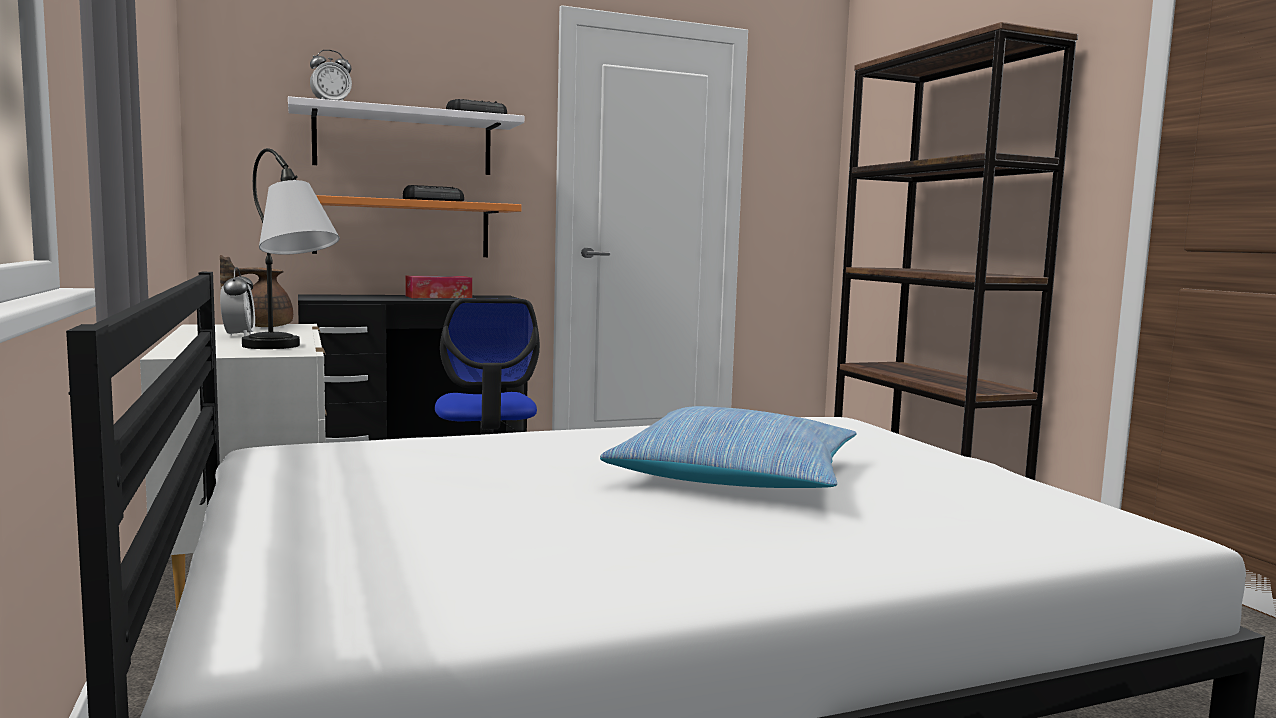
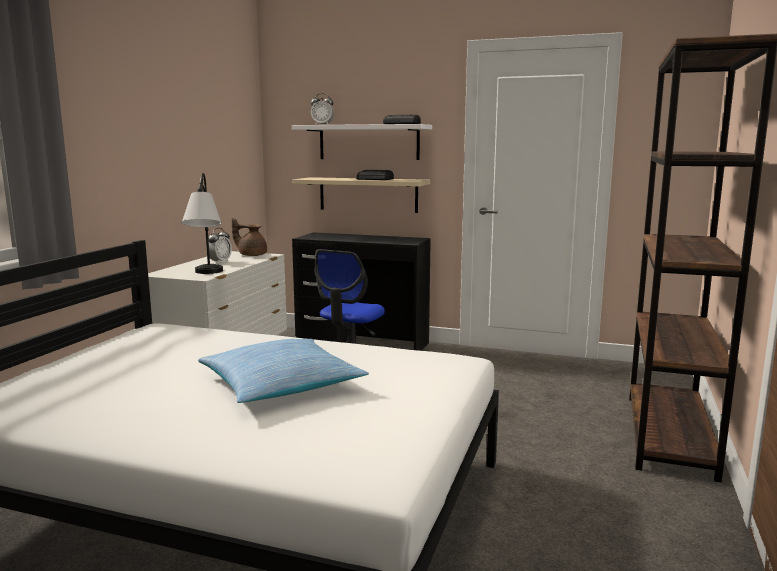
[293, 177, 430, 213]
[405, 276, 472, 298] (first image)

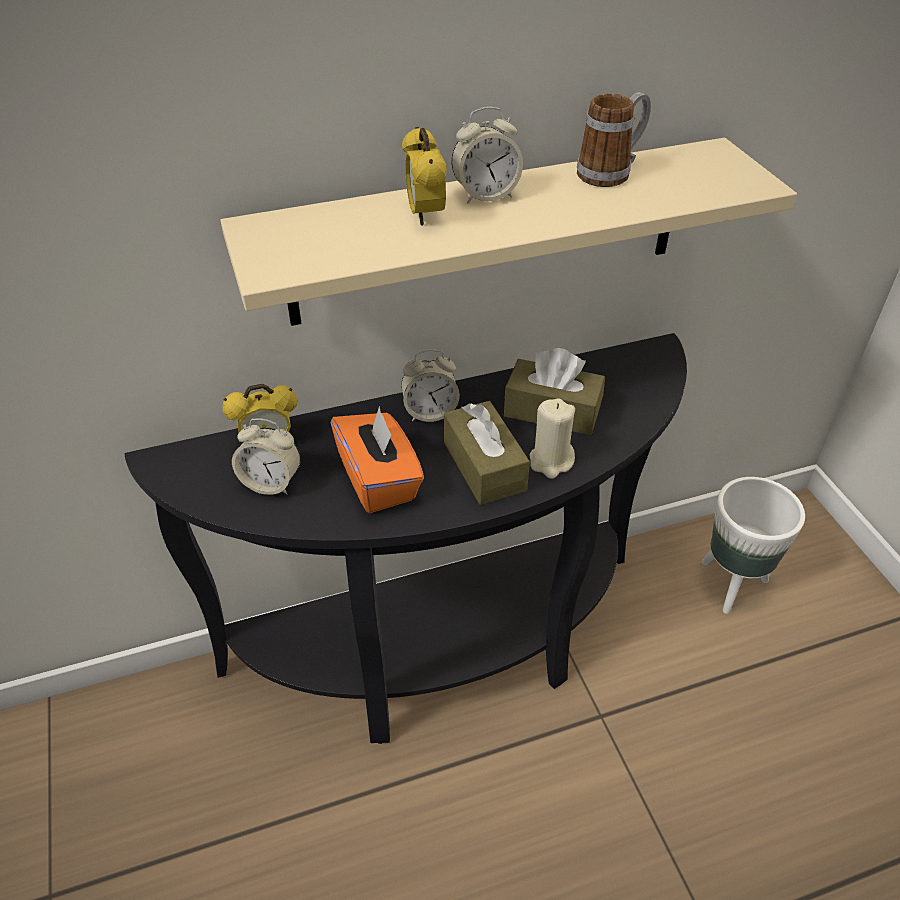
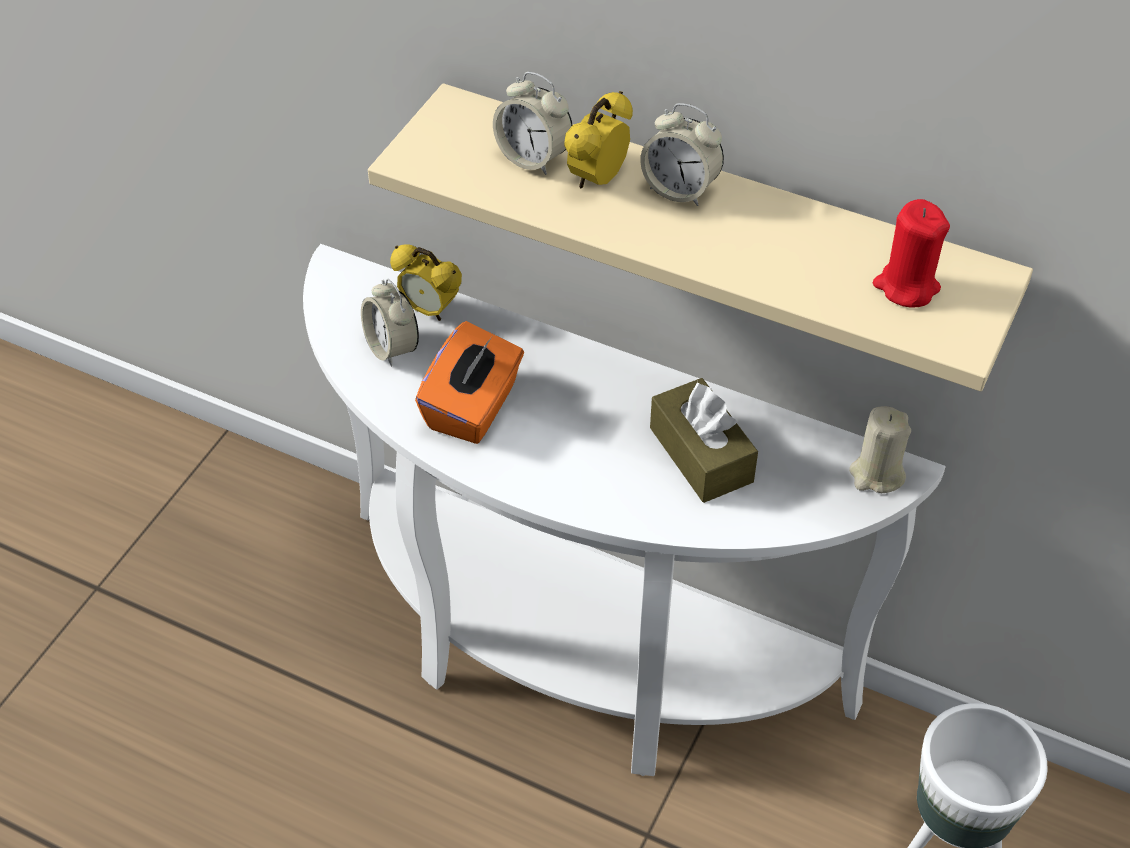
[303, 244, 946, 776]
[493, 72, 573, 175]
[444, 401, 530, 505] (first image)
[849, 406, 911, 493]
[577, 92, 651, 187] (first image)
[873, 199, 950, 308]

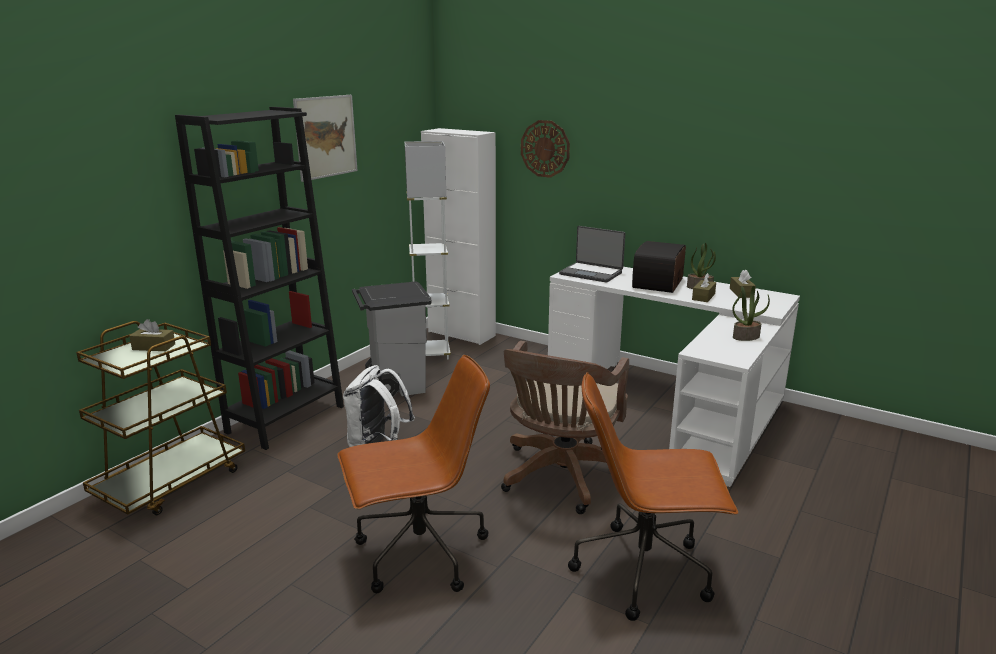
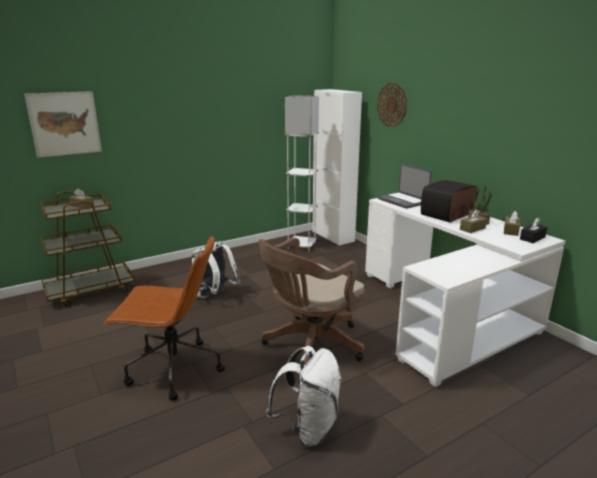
[175, 107, 344, 450] (first image)
[24, 91, 102, 158]
[352, 281, 431, 397] (first image)
[266, 346, 341, 447]
[732, 286, 770, 341] (first image)
[520, 218, 547, 243]

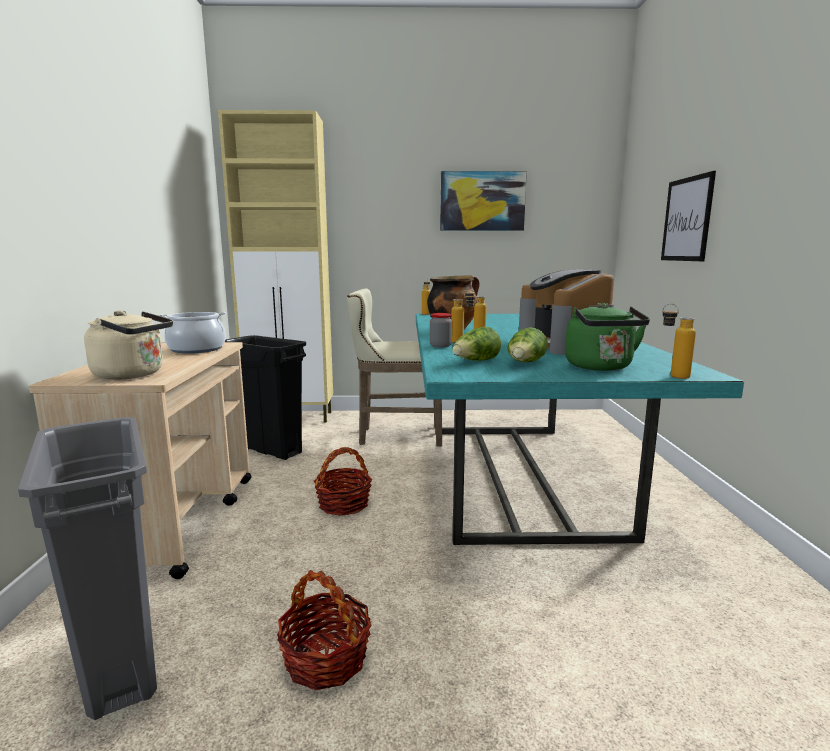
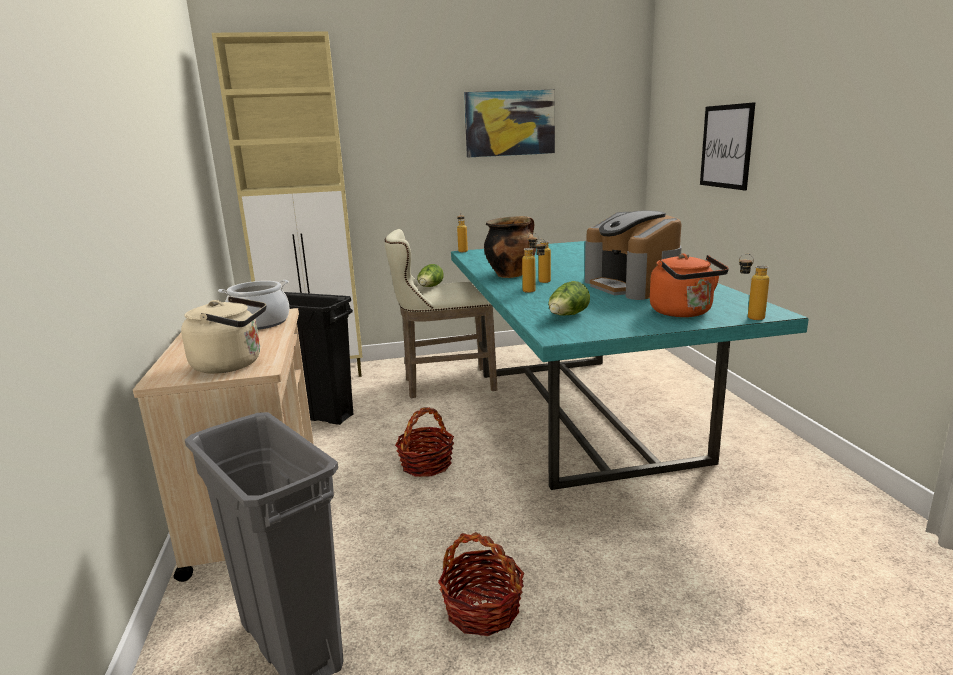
[430, 313, 452, 348] (first image)
[417, 264, 444, 287]
[650, 253, 729, 317]

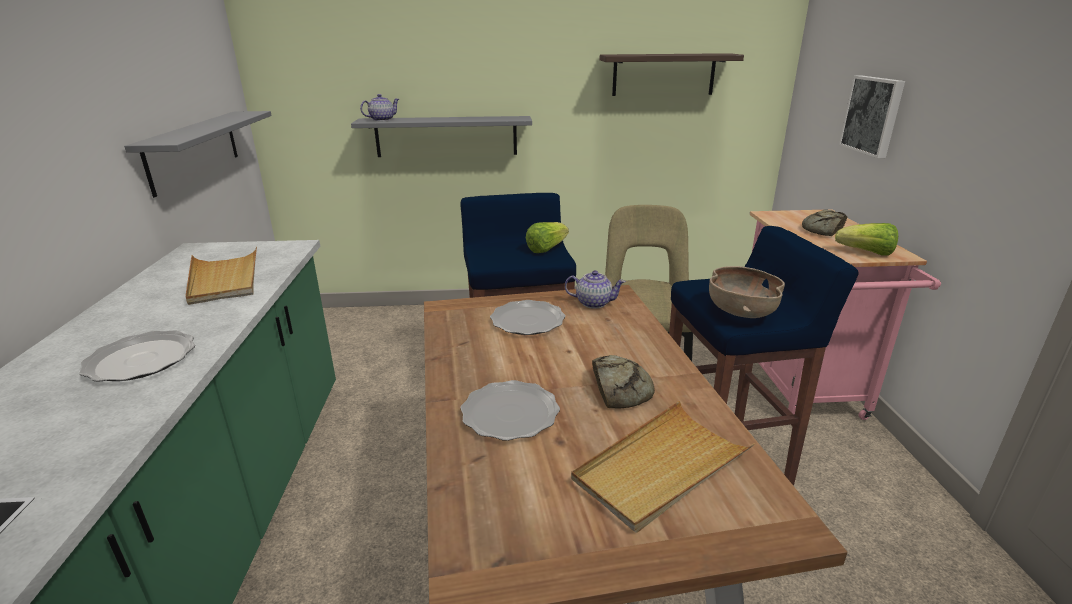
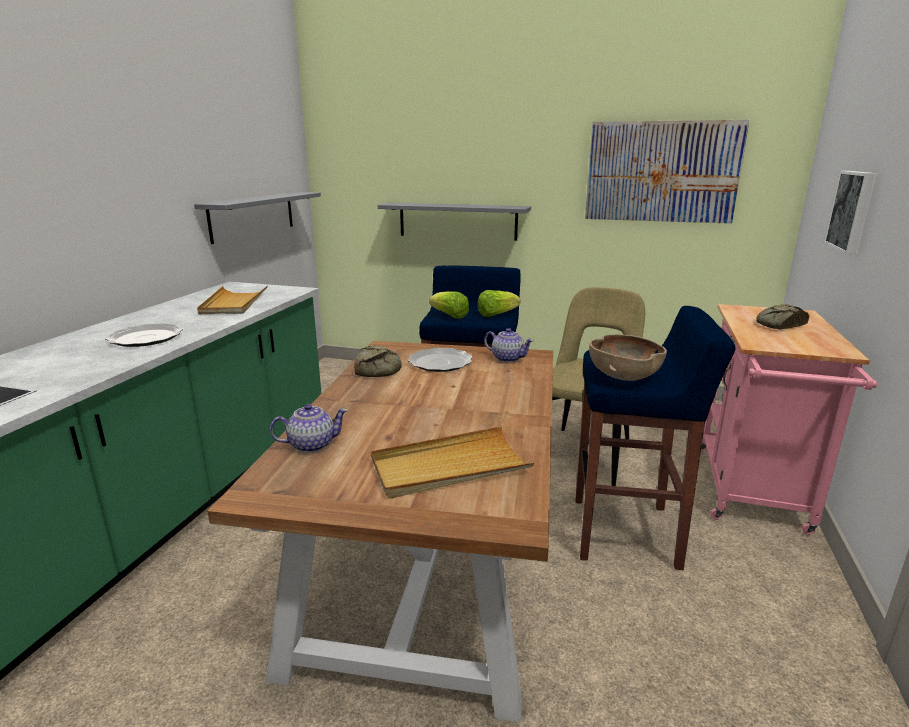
[270, 404, 348, 453]
[460, 380, 560, 441] (first image)
[354, 346, 402, 377]
[585, 120, 749, 224]
[429, 291, 469, 319]

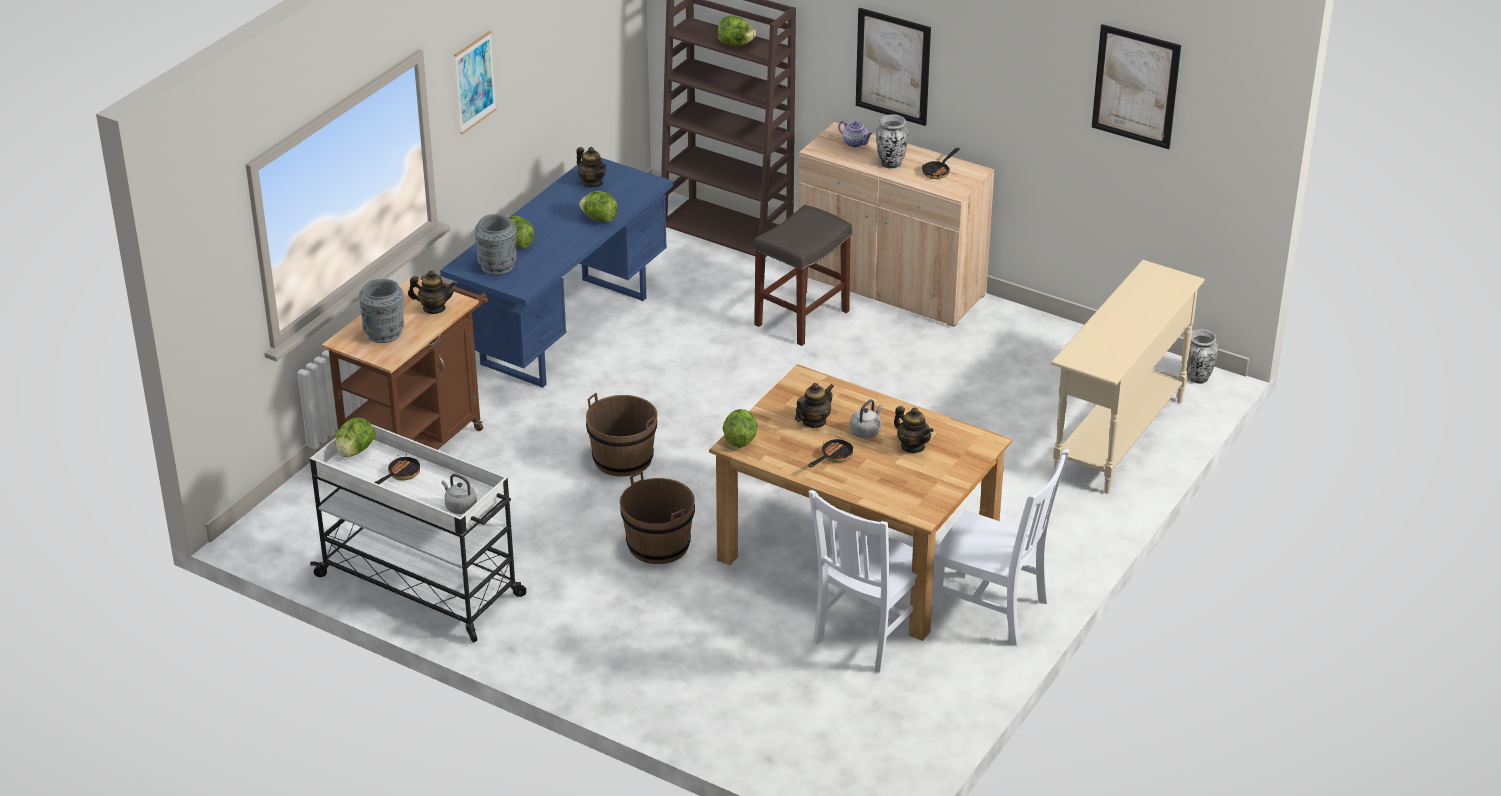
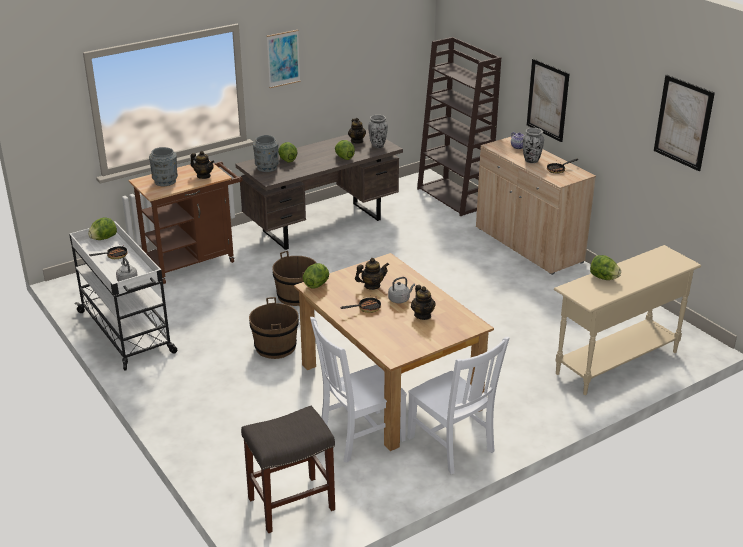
[235, 129, 403, 250]
[590, 255, 621, 280]
[241, 406, 335, 533]
[368, 115, 388, 148]

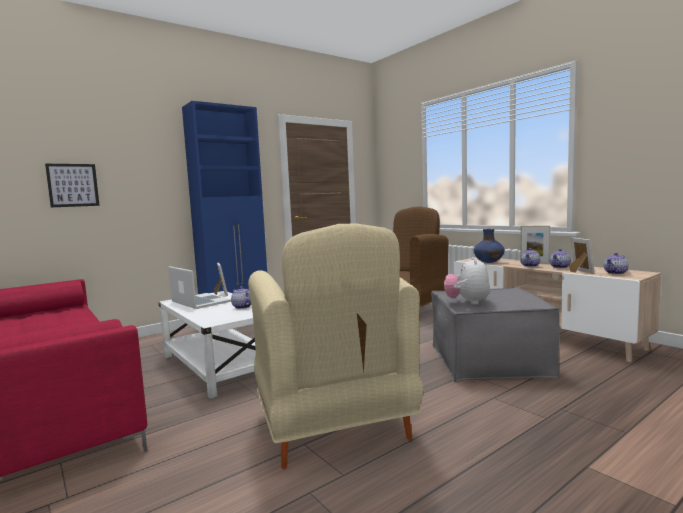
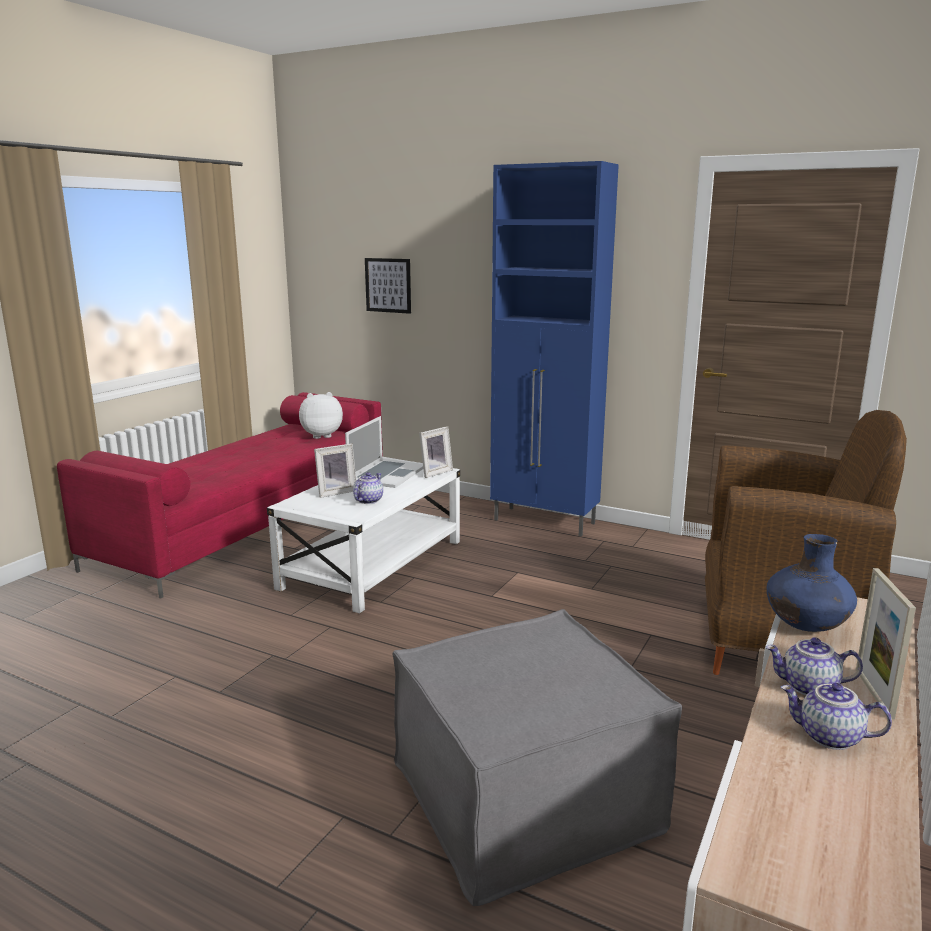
[248, 224, 423, 469] (first image)
[299, 392, 343, 439]
[314, 443, 356, 498]
[604, 253, 629, 275] (first image)

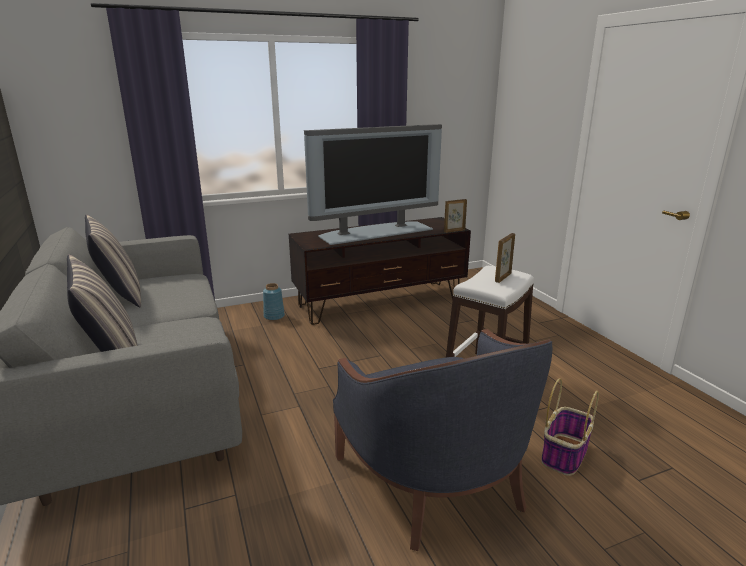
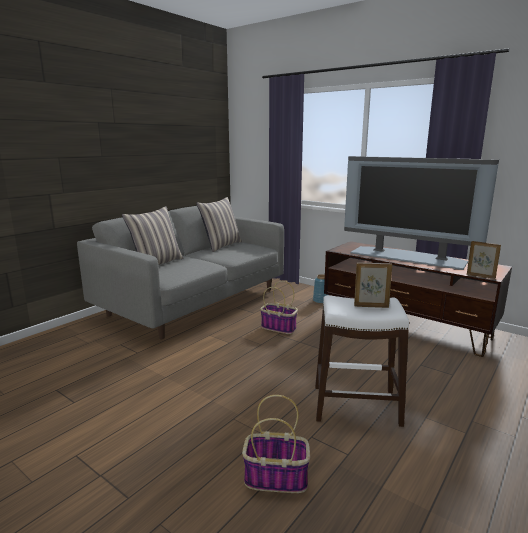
[333, 329, 552, 551] (first image)
[260, 281, 298, 334]

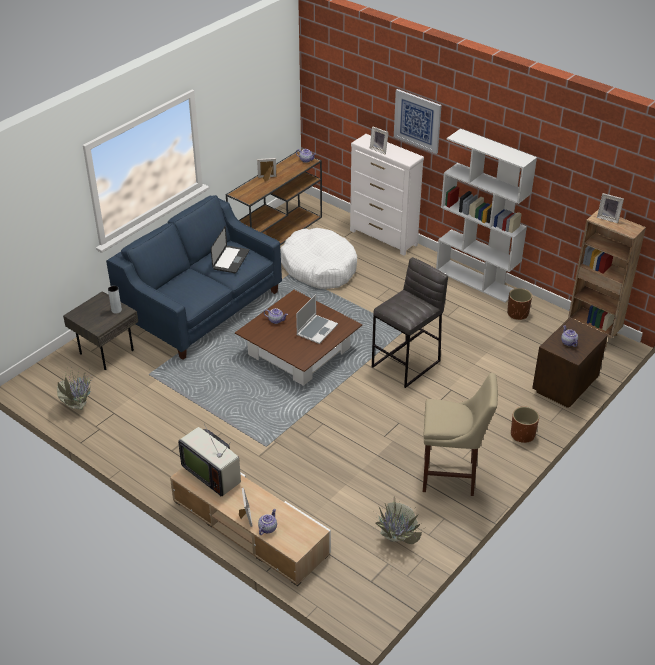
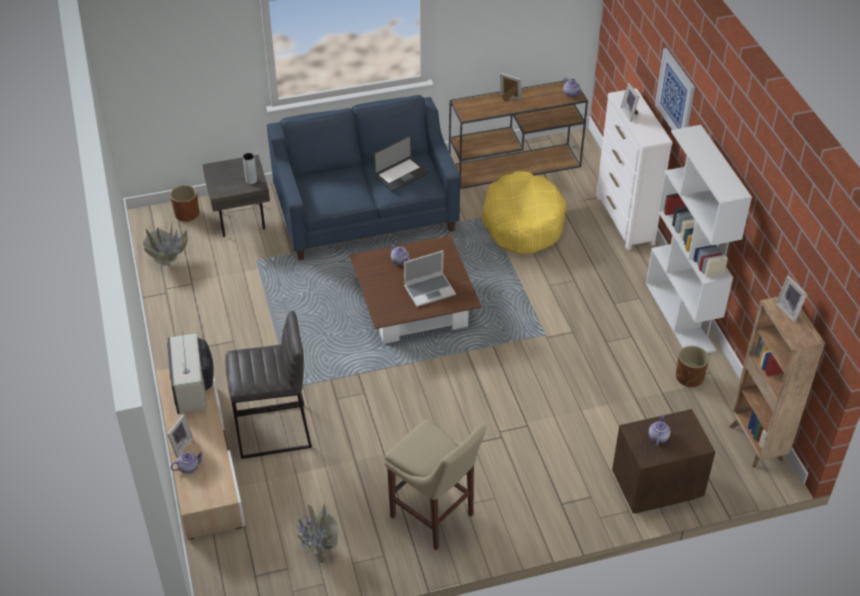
[482, 171, 566, 255]
[225, 311, 312, 459]
[170, 185, 199, 222]

